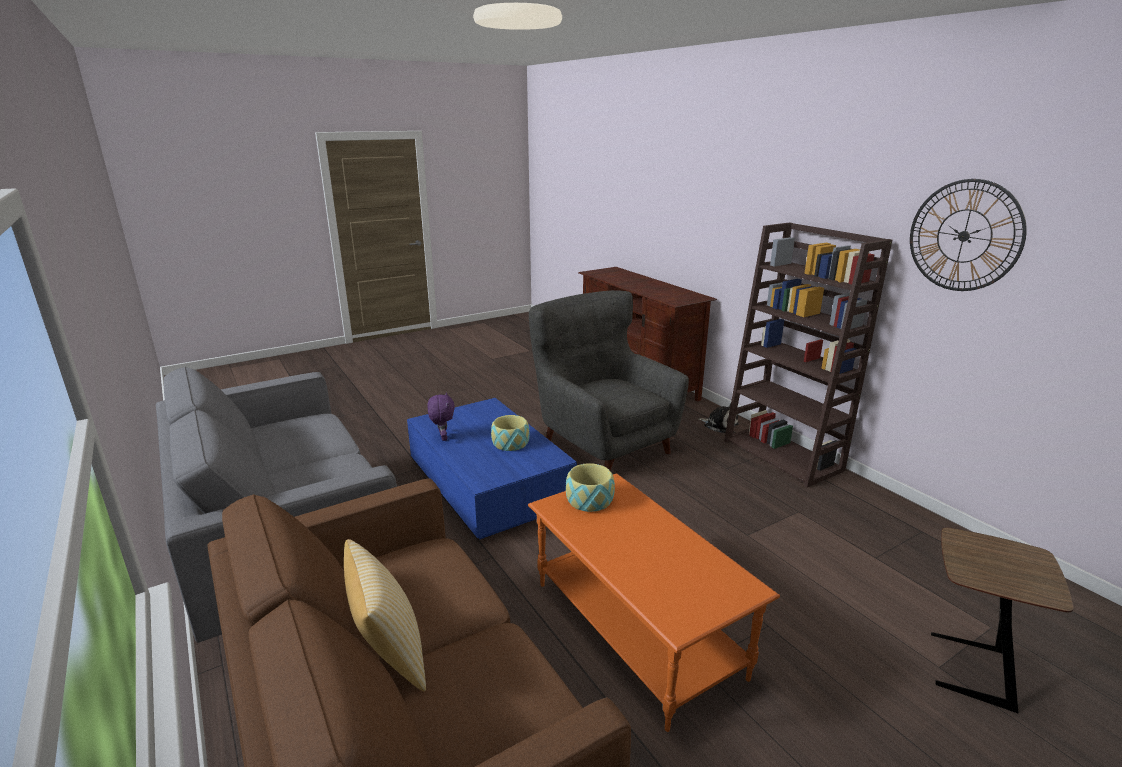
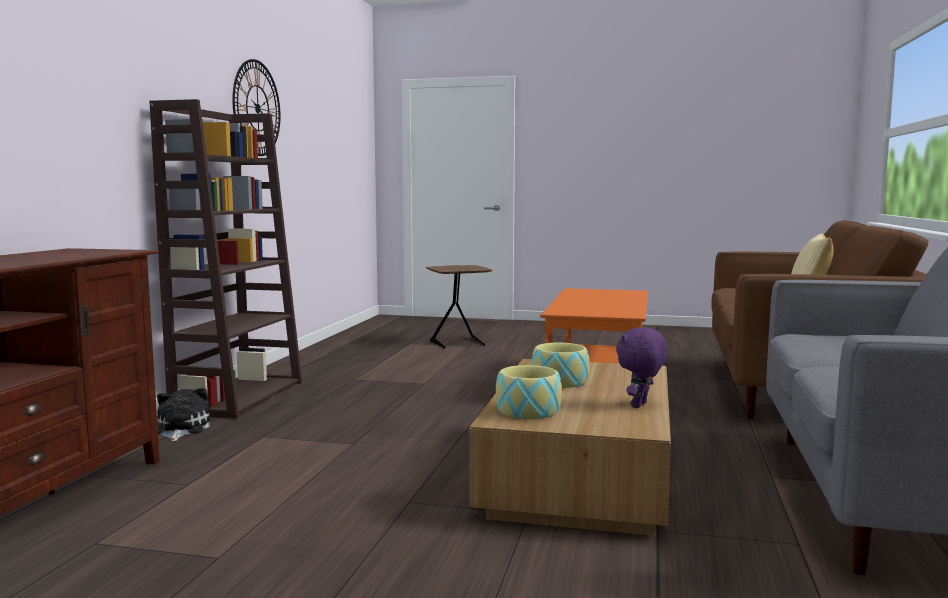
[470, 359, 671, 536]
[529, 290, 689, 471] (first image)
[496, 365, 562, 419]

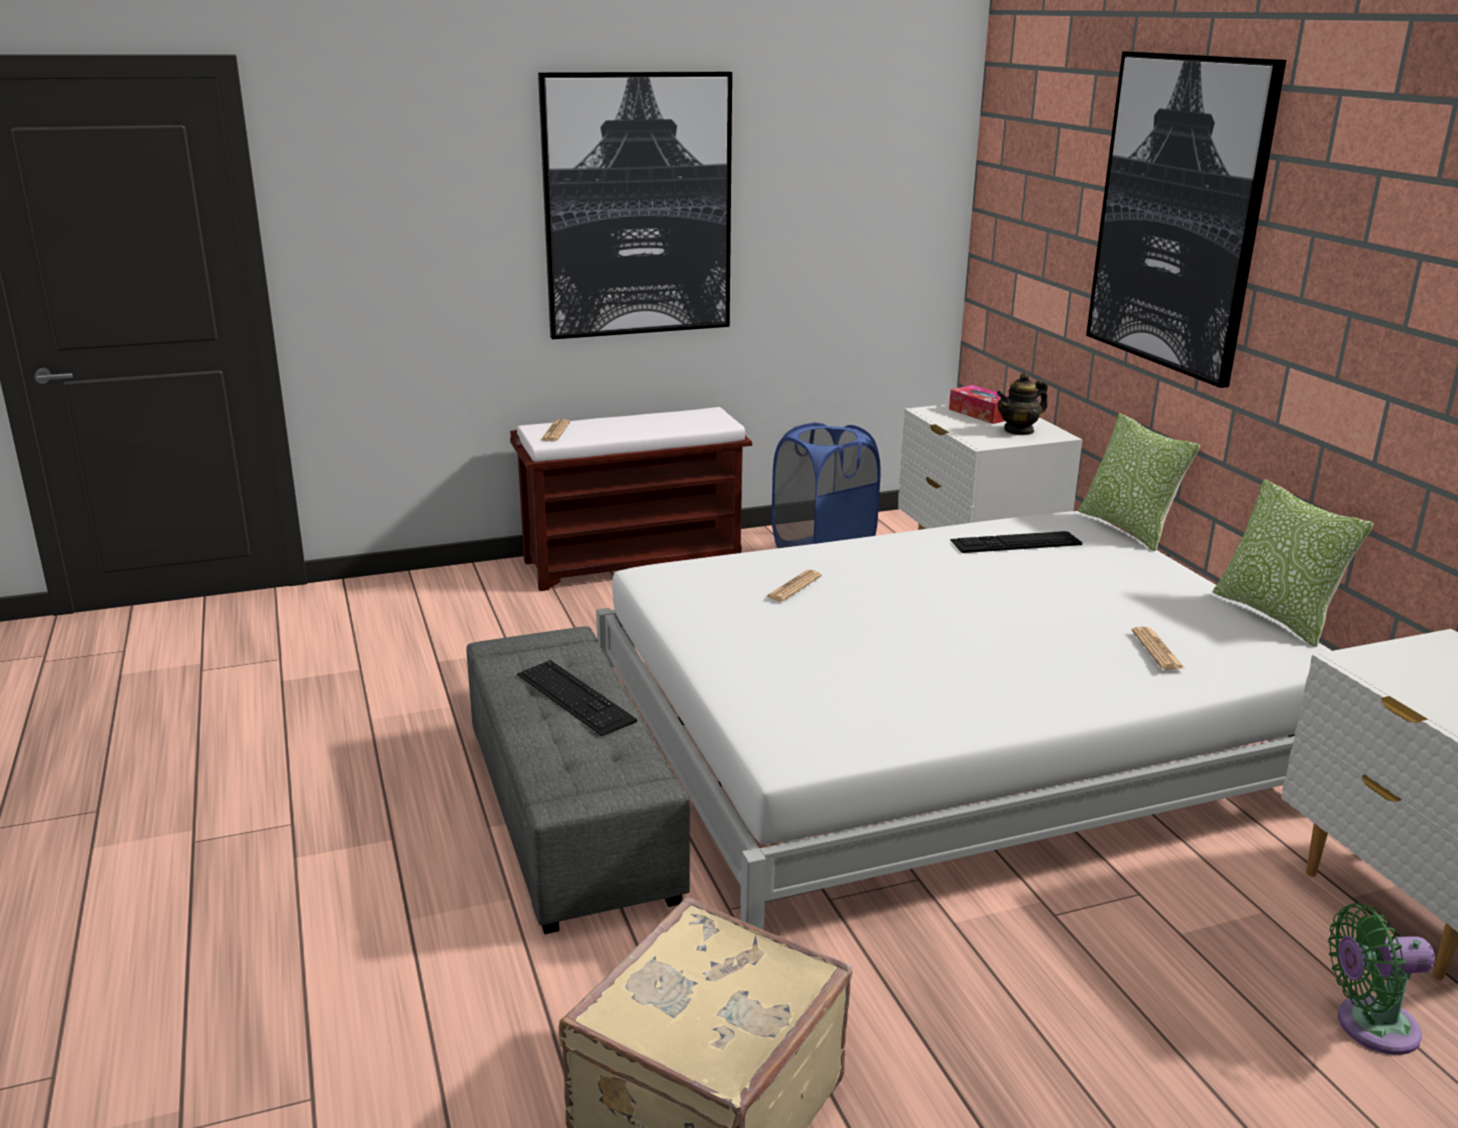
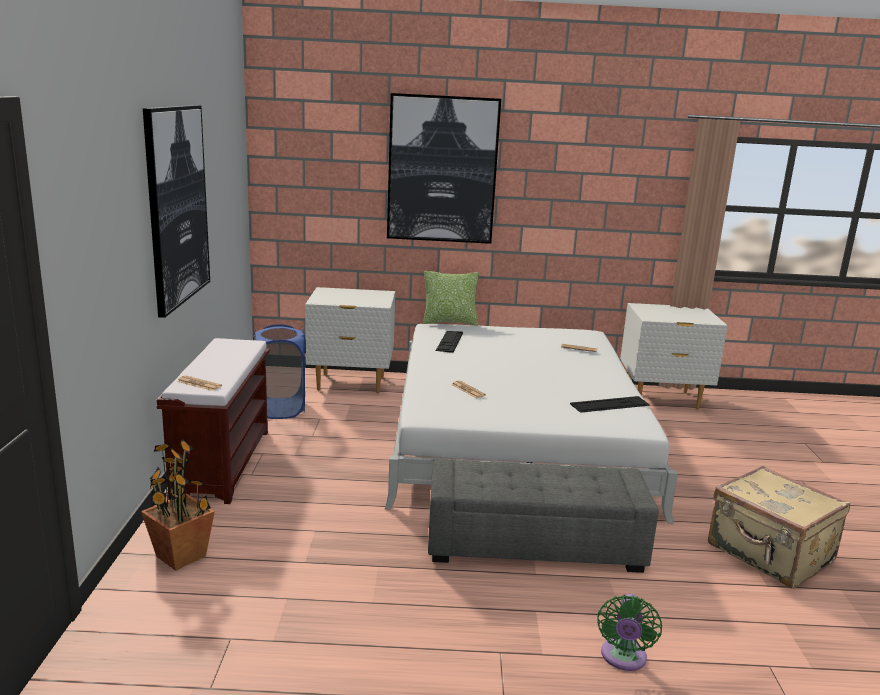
[570, 396, 650, 413]
[949, 385, 1008, 424] (first image)
[996, 372, 1048, 435] (first image)
[1213, 479, 1374, 647] (first image)
[597, 594, 662, 671]
[141, 439, 215, 571]

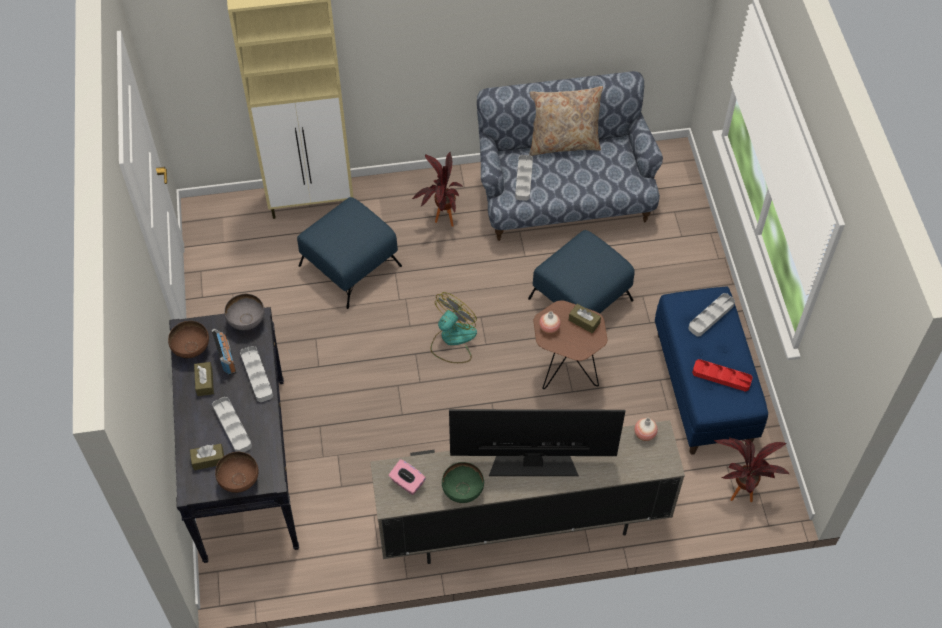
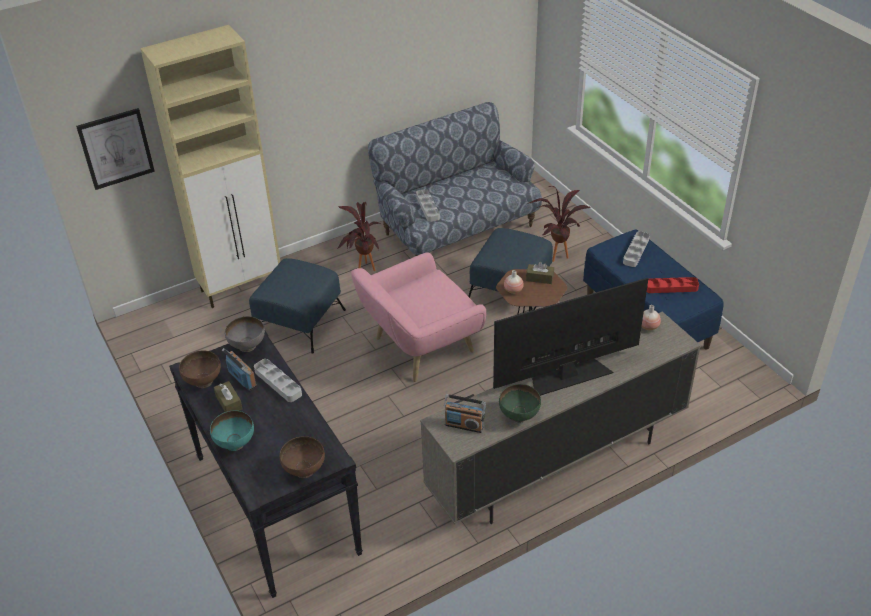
[190, 444, 224, 470] (first image)
[213, 397, 252, 452] (first image)
[444, 394, 486, 433]
[351, 253, 486, 382]
[529, 86, 603, 156] (first image)
[529, 186, 591, 262]
[76, 108, 155, 190]
[210, 410, 254, 451]

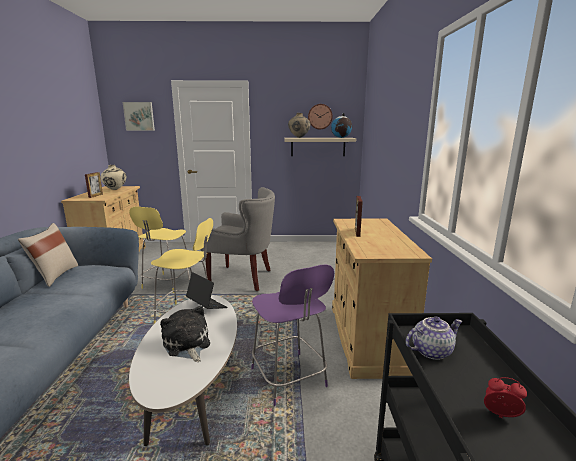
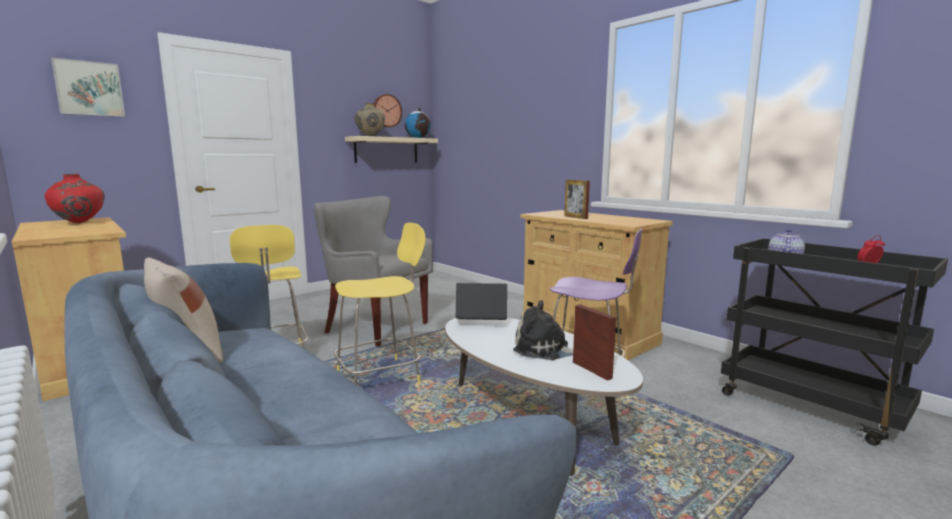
[573, 304, 616, 381]
[45, 174, 105, 223]
[314, 196, 433, 347]

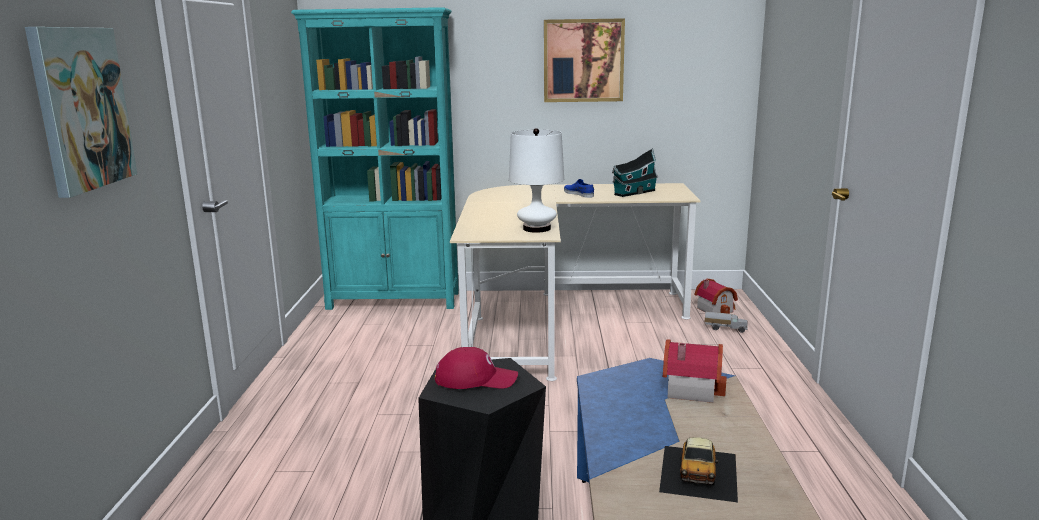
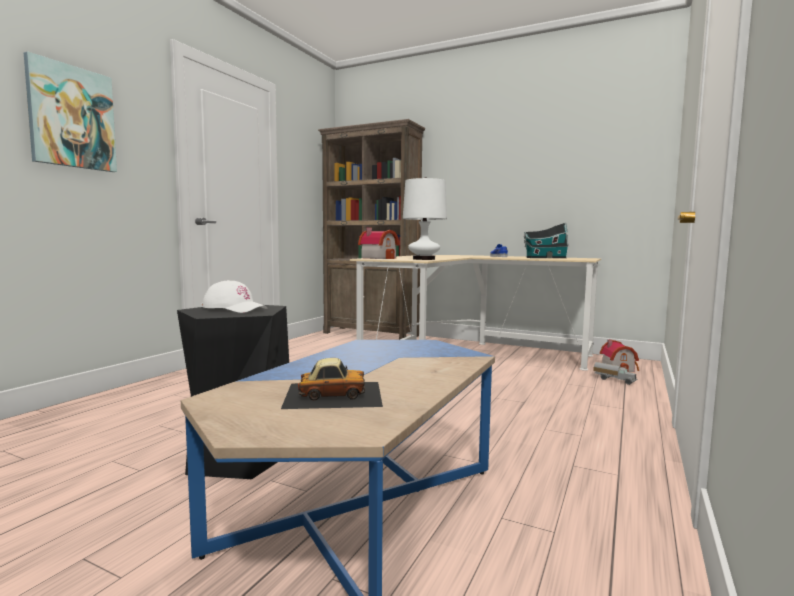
[318, 119, 425, 340]
[201, 280, 267, 313]
[544, 18, 625, 102] (first image)
[281, 358, 383, 409]
[358, 228, 400, 259]

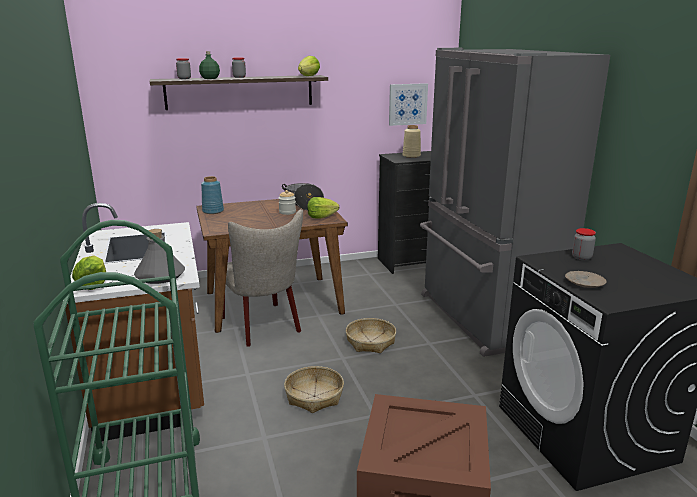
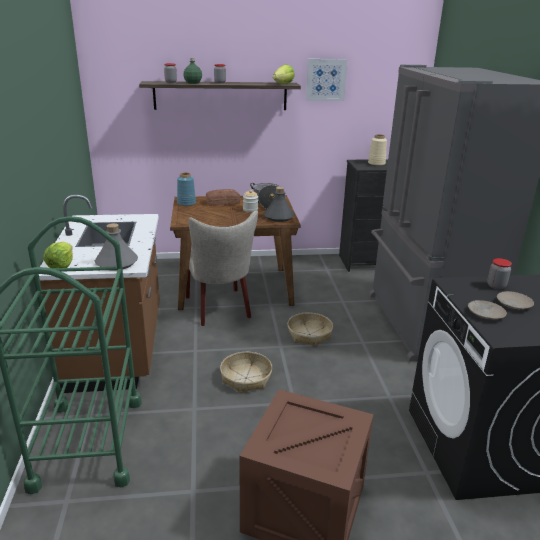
[264, 187, 295, 222]
[306, 59, 347, 101]
[206, 189, 241, 206]
[497, 291, 534, 309]

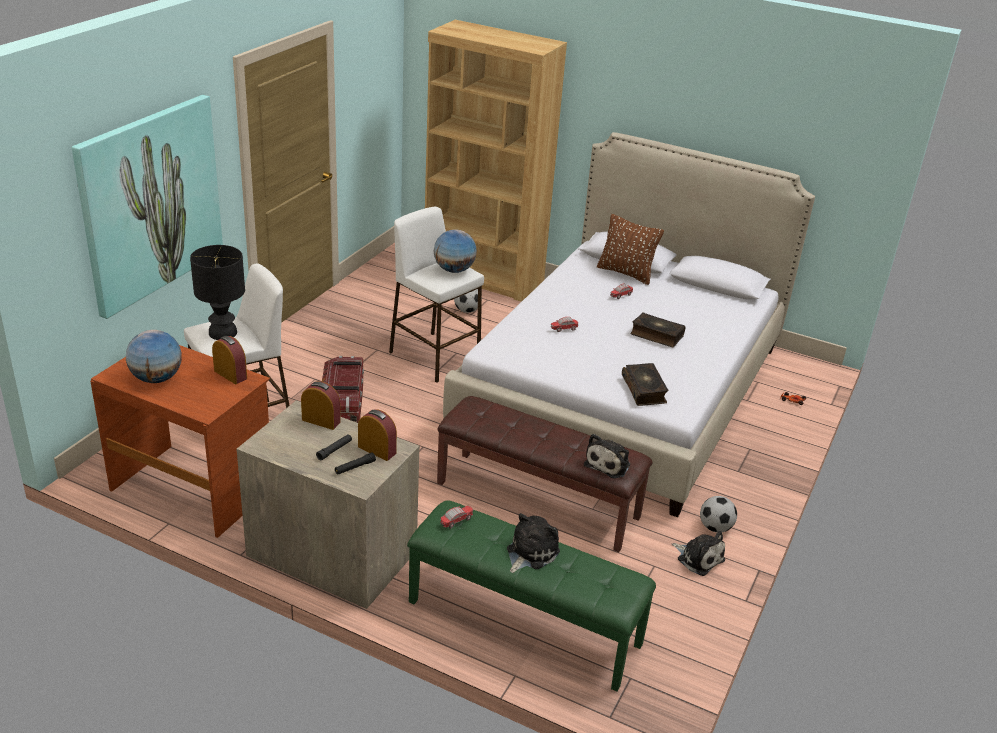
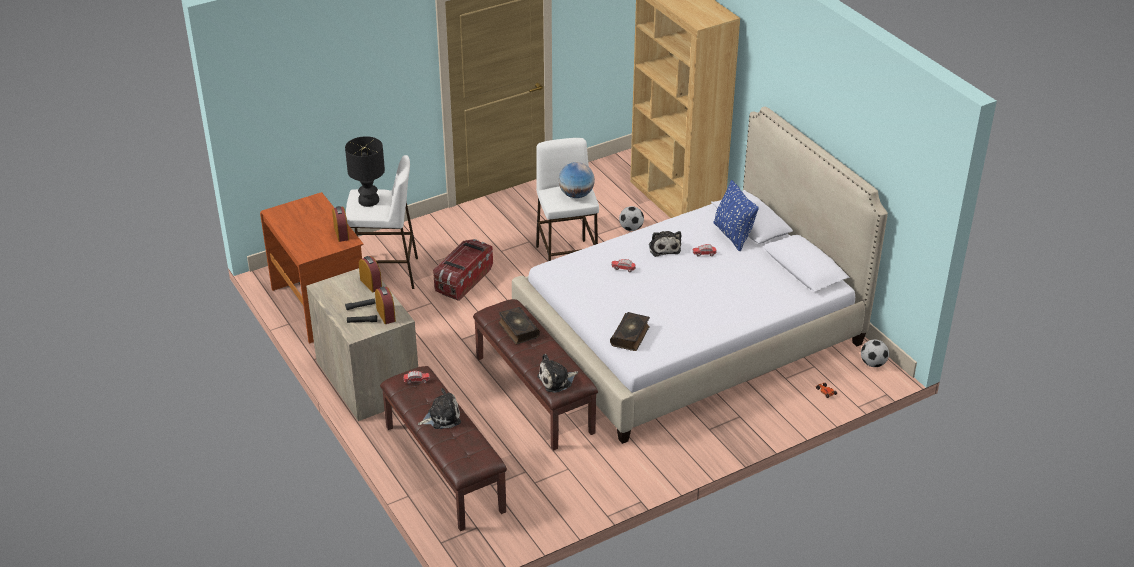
[72, 95, 223, 319] (first image)
[126, 330, 182, 383] (first image)
[380, 366, 507, 531]
[713, 180, 759, 251]
[498, 307, 540, 344]
[649, 231, 681, 257]
[861, 339, 889, 367]

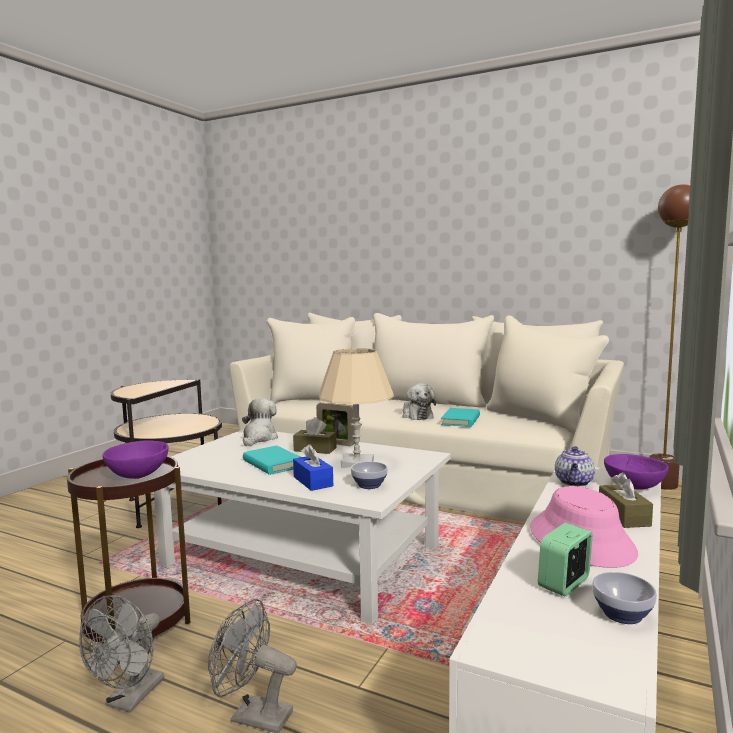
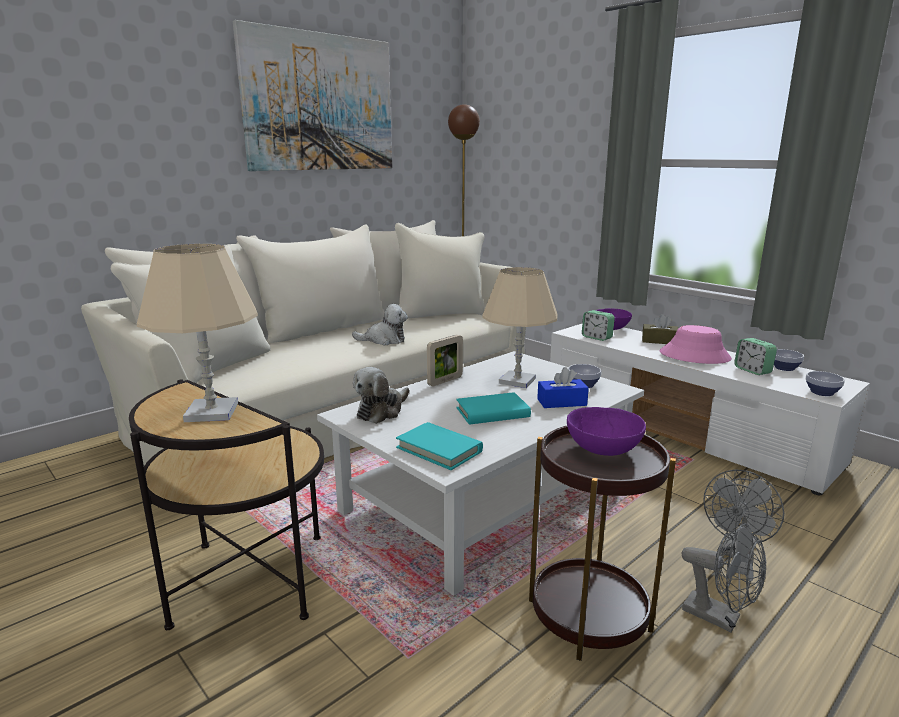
[353, 367, 409, 424]
[293, 417, 337, 454] (first image)
[396, 422, 483, 470]
[582, 310, 615, 341]
[137, 244, 258, 422]
[233, 20, 392, 171]
[806, 371, 845, 396]

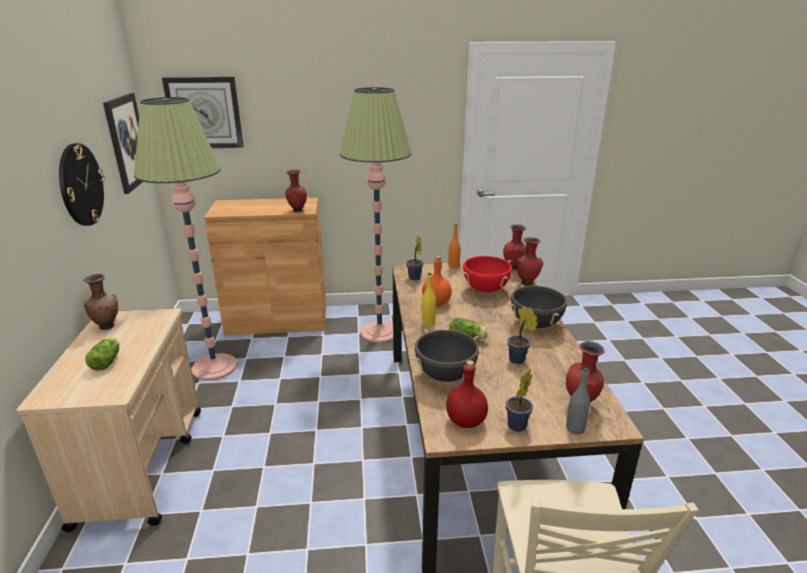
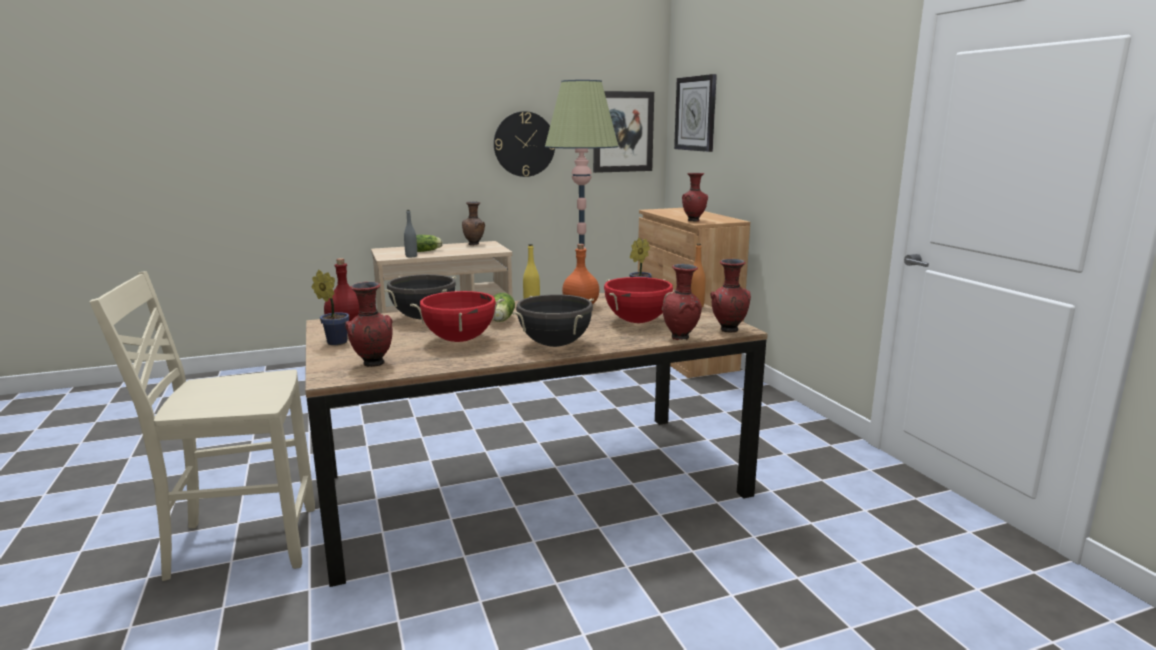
[340, 87, 412, 343] (first image)
[410, 291, 504, 342]
[404, 210, 417, 257]

